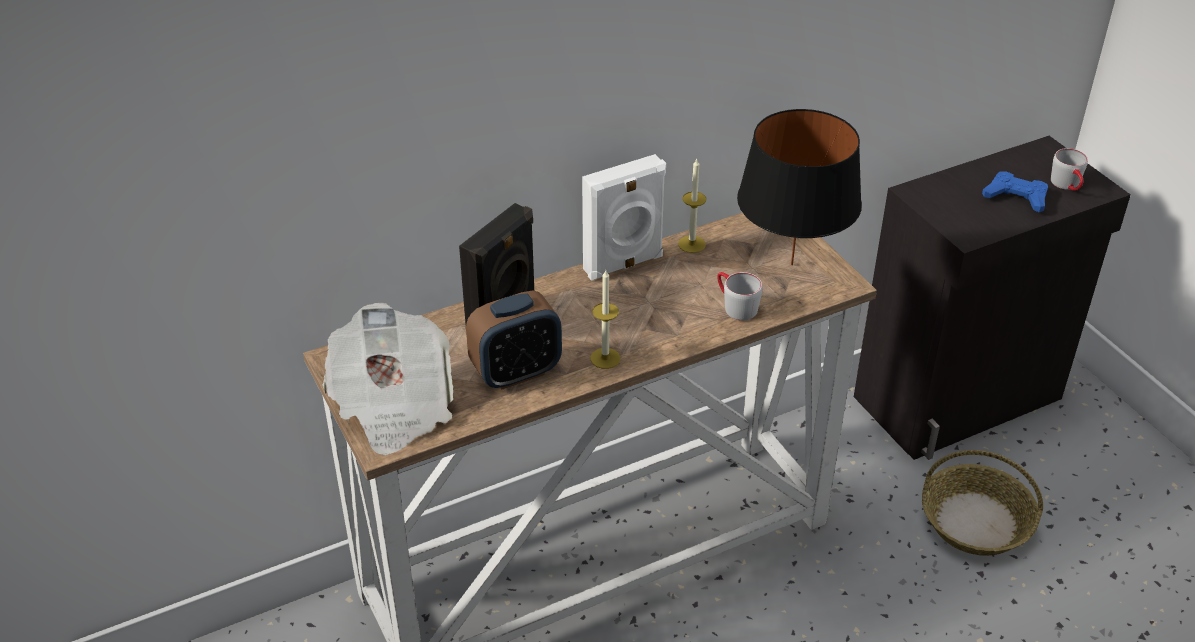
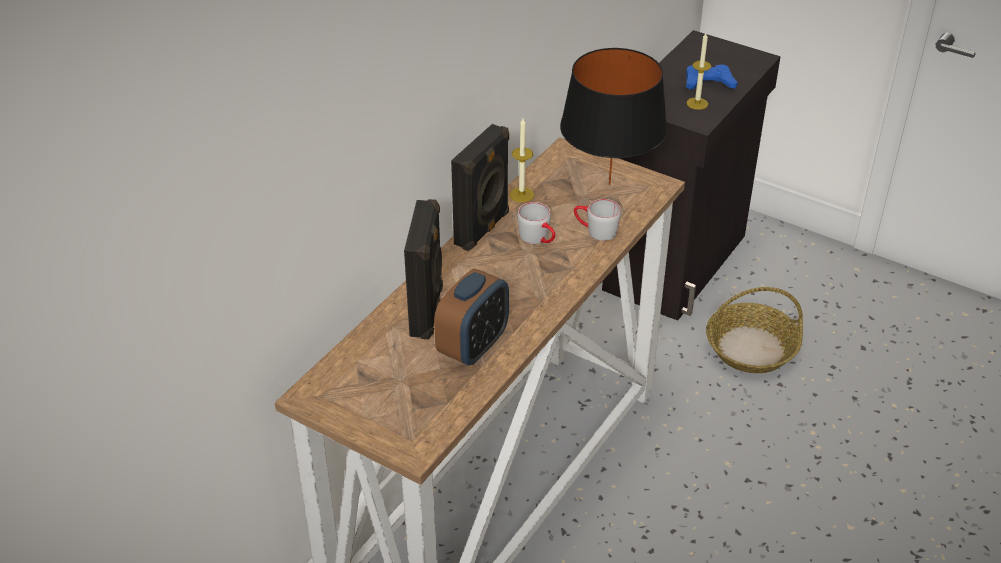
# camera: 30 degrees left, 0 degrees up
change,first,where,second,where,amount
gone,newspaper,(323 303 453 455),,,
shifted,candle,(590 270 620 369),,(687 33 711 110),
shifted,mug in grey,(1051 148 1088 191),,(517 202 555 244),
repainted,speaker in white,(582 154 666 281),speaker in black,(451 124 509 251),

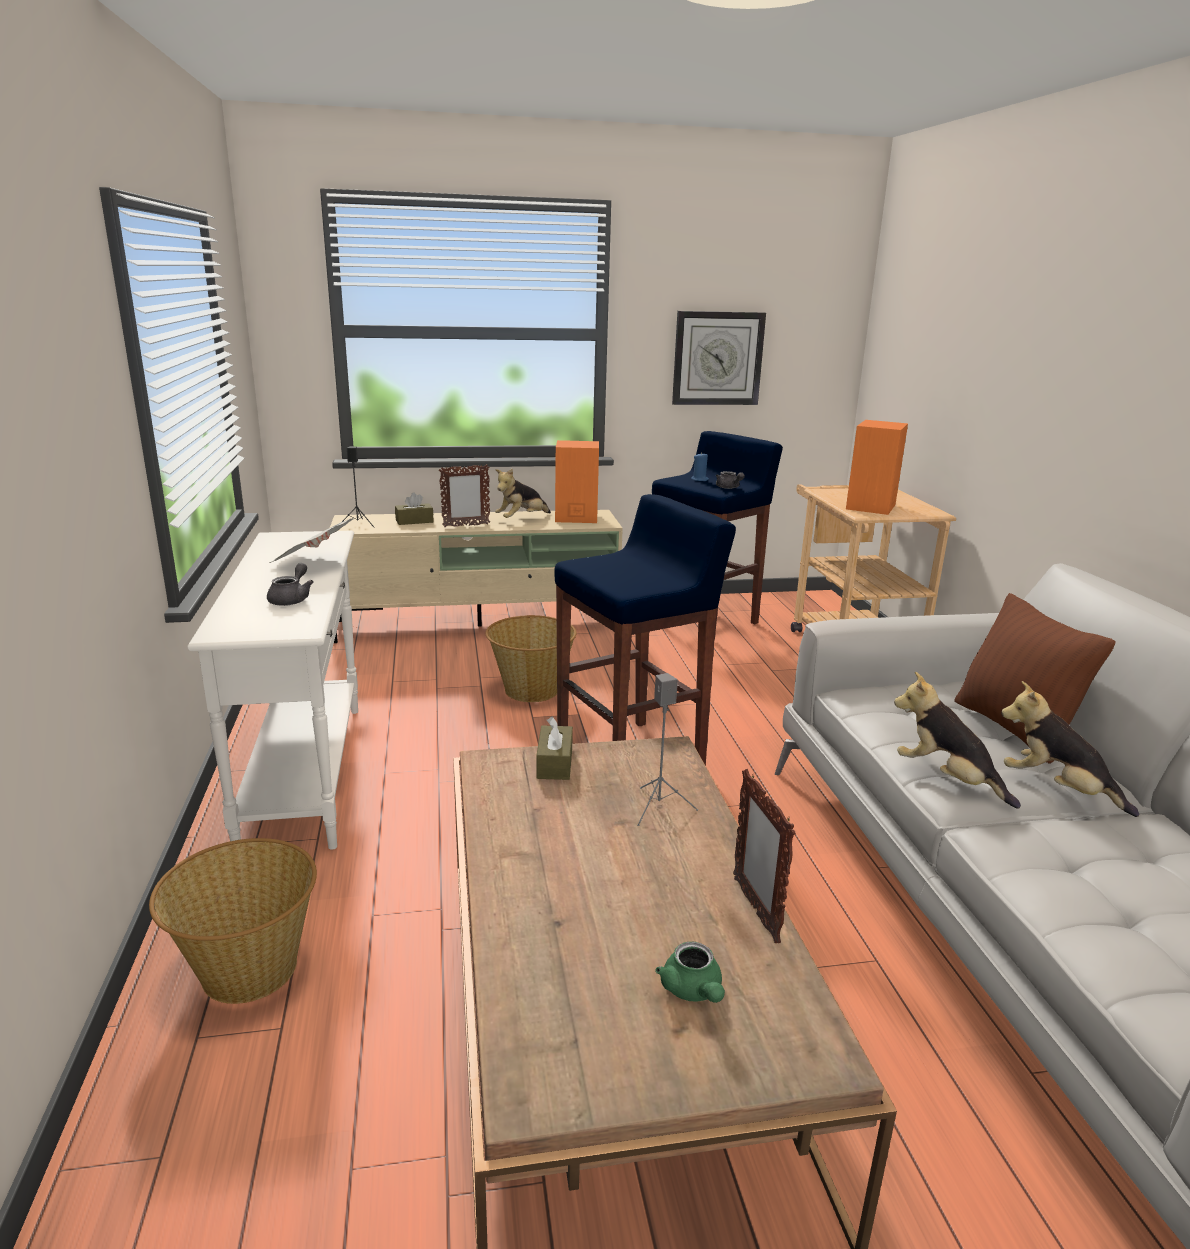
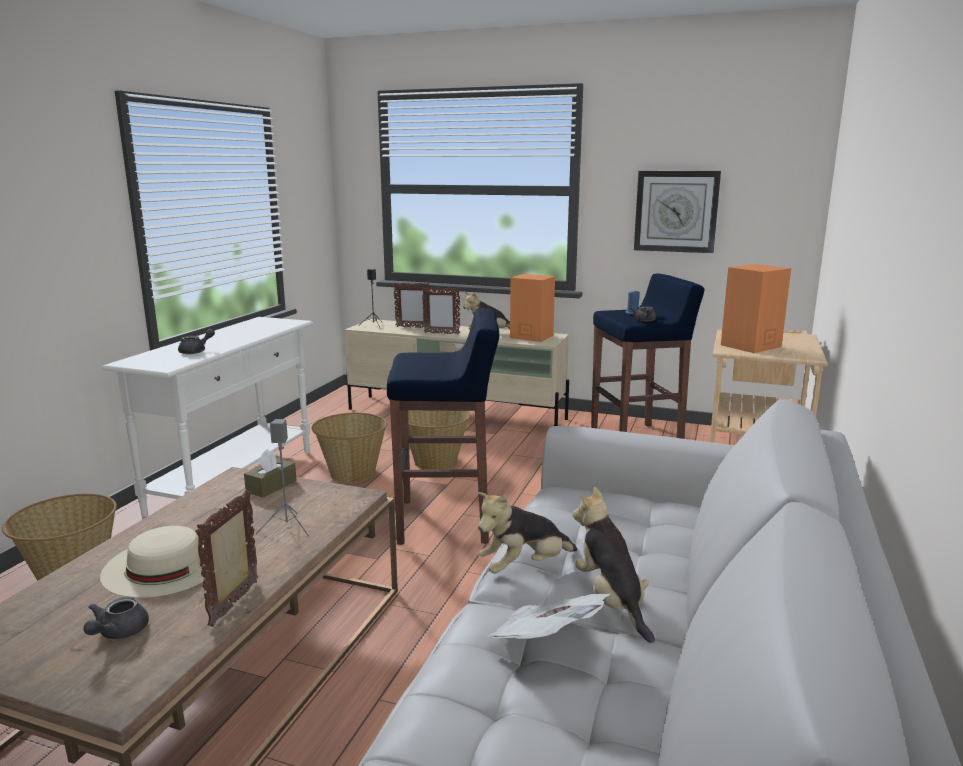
# camera: 30 degrees right, 5 degrees down
change,first,where,second,where,amount
gone,pillow in brown,(954 593 1116 764),,,
new,,,hat in beige,(100 526 207 598),
new,,,basket,(312 413 387 483),
shifted,newspaper,(270 518 354 563),,(488 594 611 639),
swapped,tissue box in brown,(395 492 434 525),picture frame,(393 283 430 328),
repainted,teapot in green,(655 942 725 1003),teapot in grey,(83 597 149 639),
rotated,plush toy,(894 672 1021 809),,(477 492 577 574),105 degrees counterclockwise

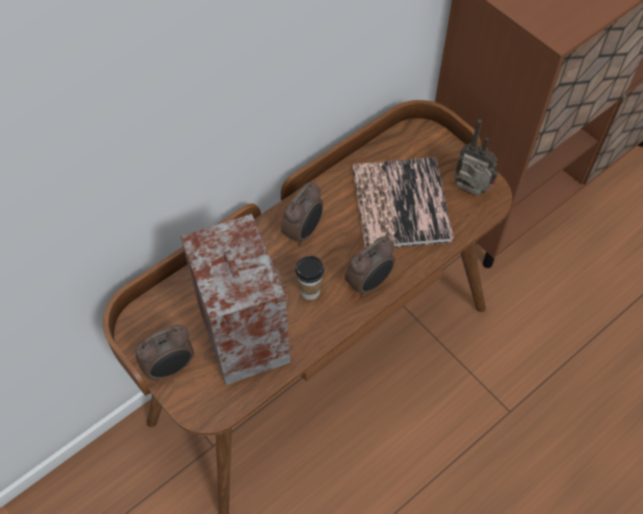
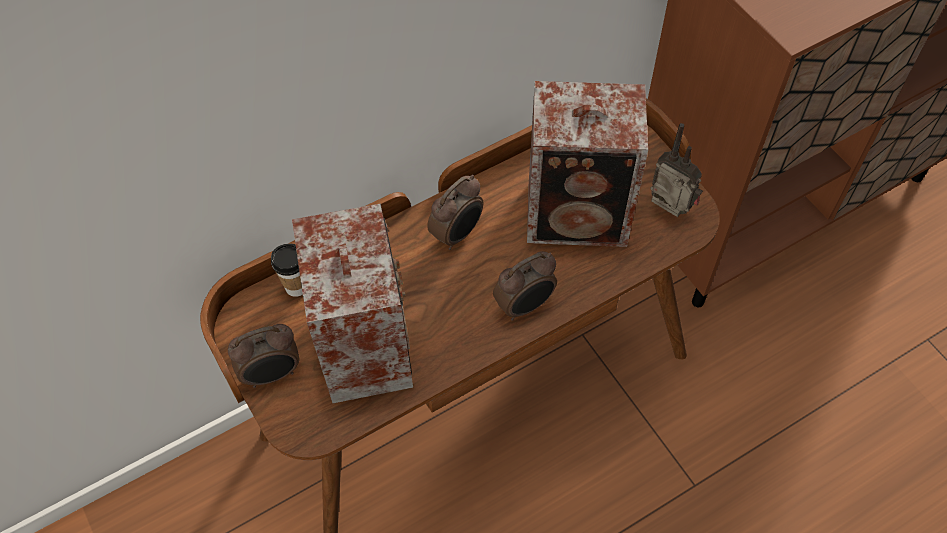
# camera: 10 degrees right, 0 degrees up
change,first,where,second,where,amount
shifted,cup,(295 256 324 300),,(271 243 303 297),
swapped,book,(352 157 454 248),speaker,(527 81 648 247),

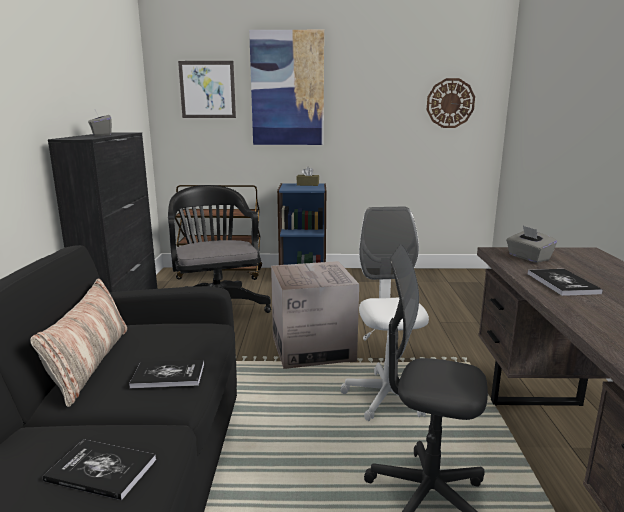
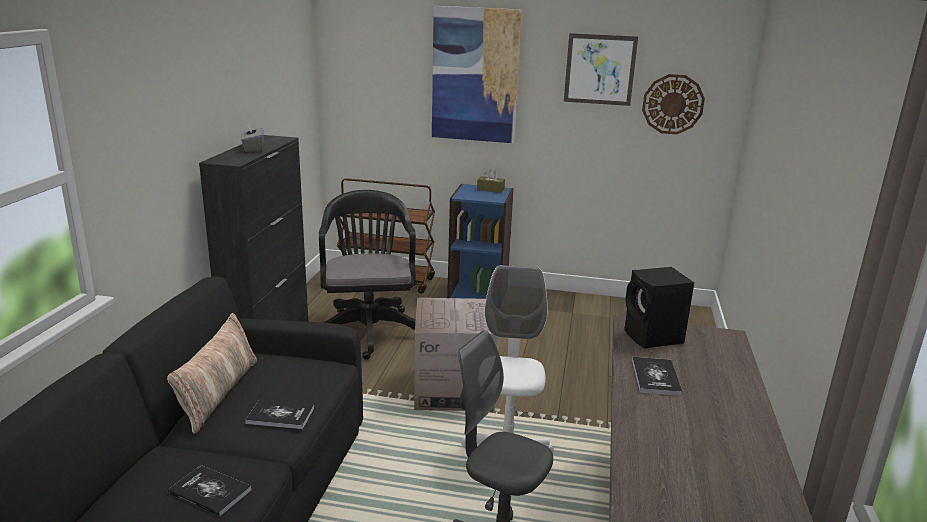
# camera: 10 degrees right, 5 degrees up
change,first,where,second,where,amount
shifted,picture,(178 61 236 118),,(564 33 638 106),
swapped,tissue box in grey,(506 226 557 263),speaker in black,(624 267 694 349),

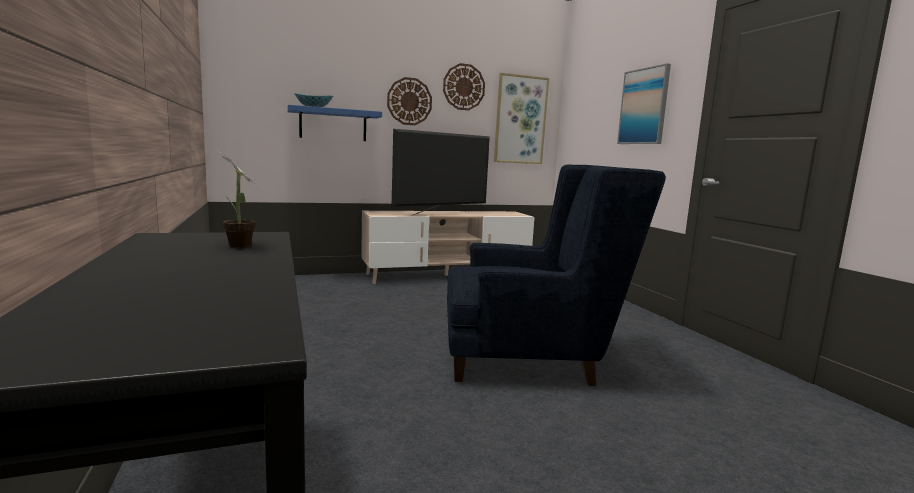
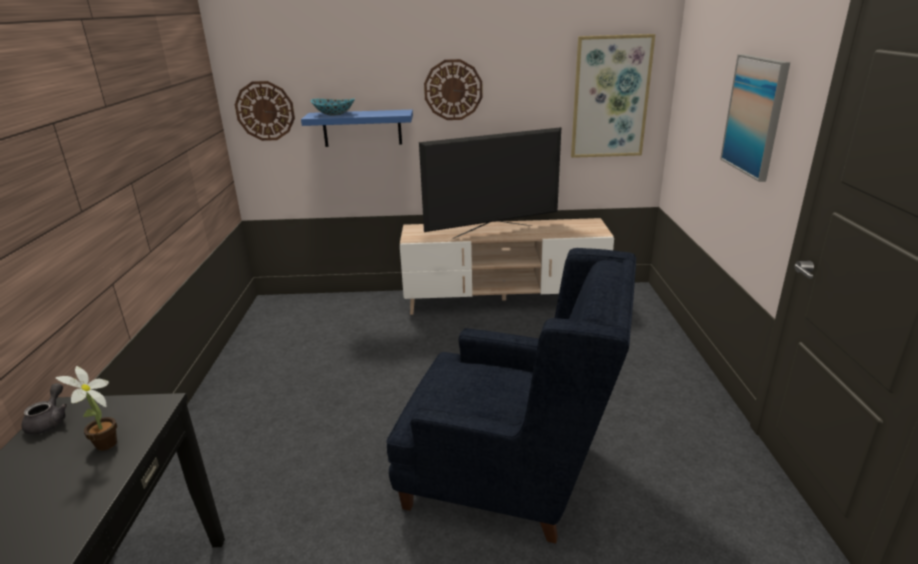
# camera: 20 degrees right, 15 degrees up
change,first,where,second,where,amount
new,,,teapot in grey,(22 383 68 435),
shifted,wall clock,(443 63 485 110),,(235 81 295 141),

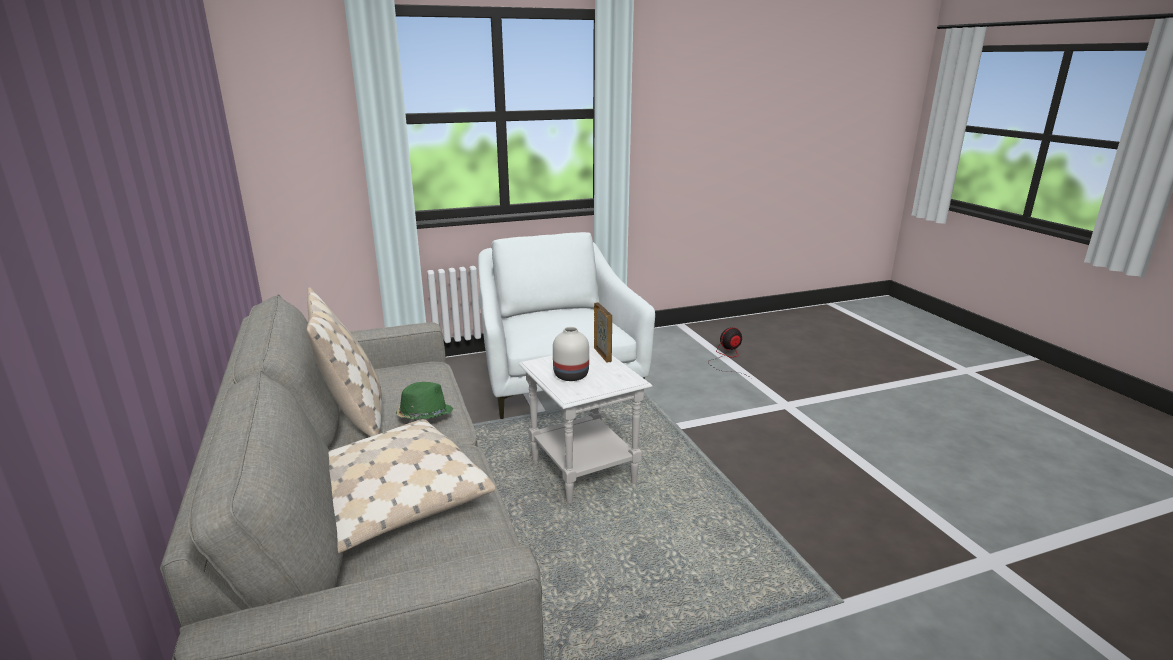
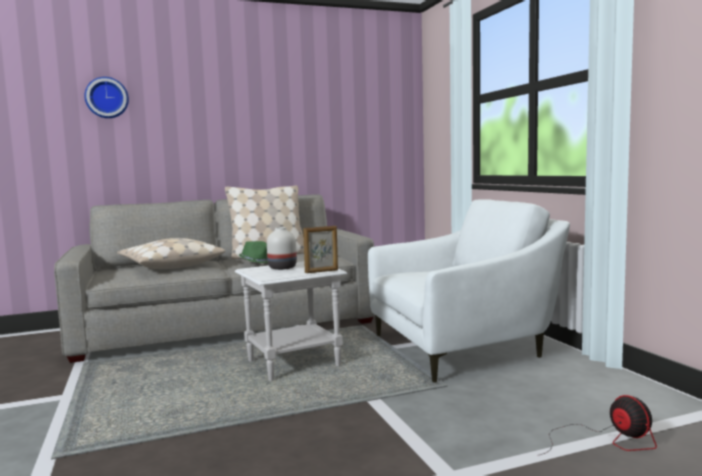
# camera: 90 degrees right, 15 degrees down
change,first,where,second,where,amount
new,,,wall clock,(84 77 129 118),

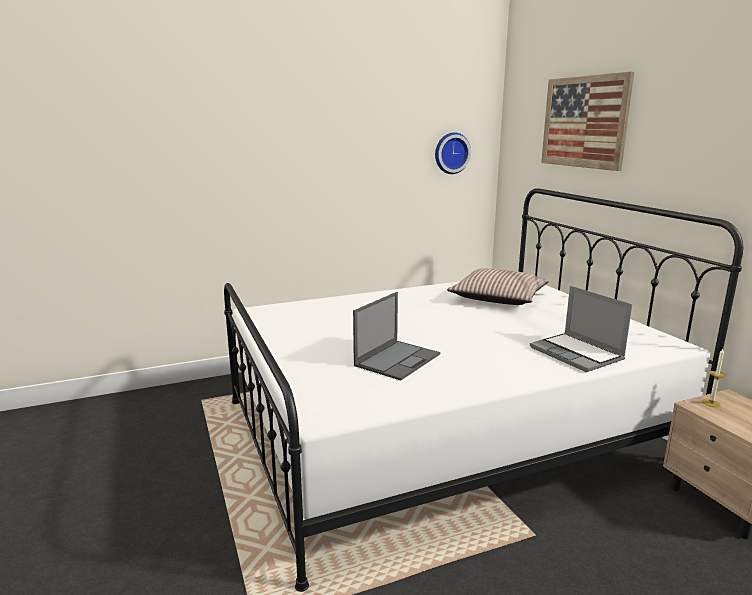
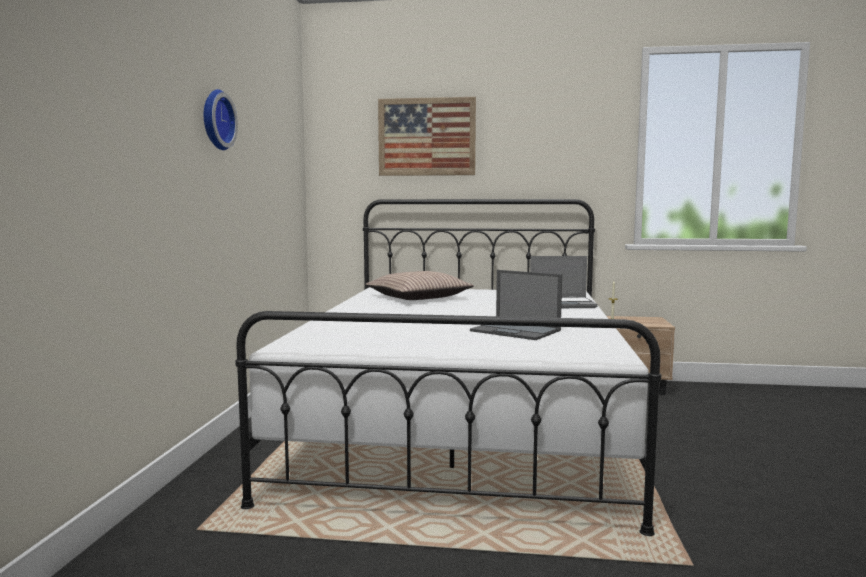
# camera: 60 degrees left, 10 degrees down
change,first,where,second,where,amount
shifted,wall clock,(435 132 471 174),,(204 89 238 150),
rotated,laptop,(353 292 440 380),,(470 270 562 340),150 degrees clockwise

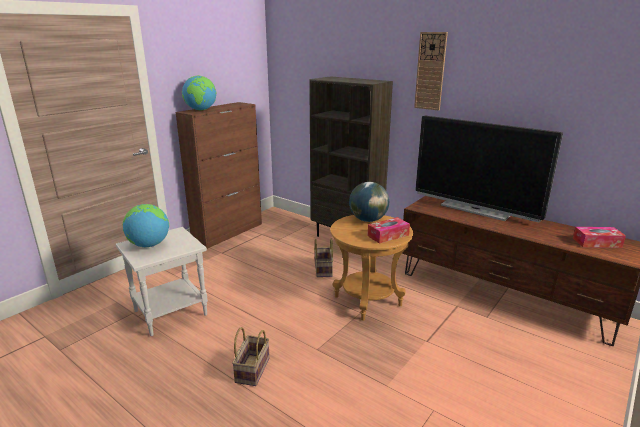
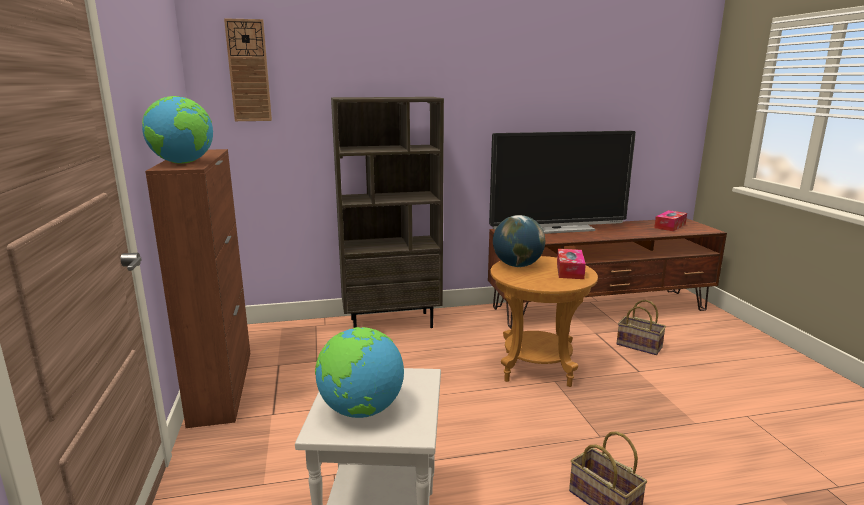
# camera: 50 degrees left, 5 degrees down
change,first,where,second,where,amount
shifted,basket,(314 238 333 277),,(616 300 666 355),
shifted,wall clock,(414 32 448 110),,(224 18 272 121),

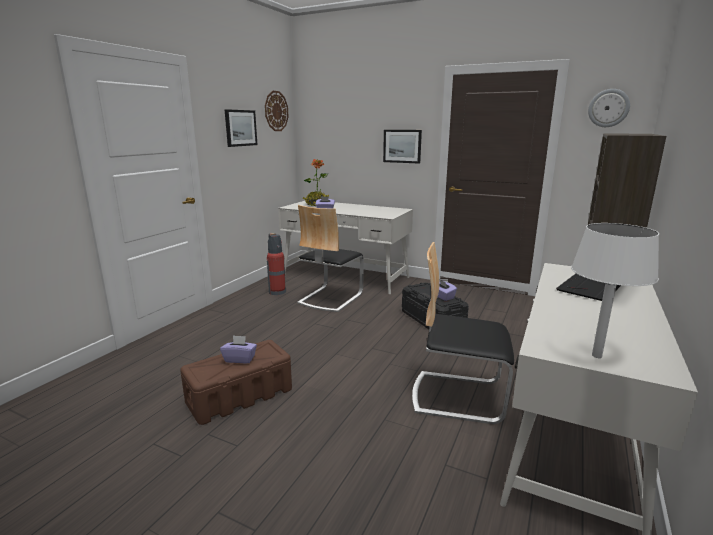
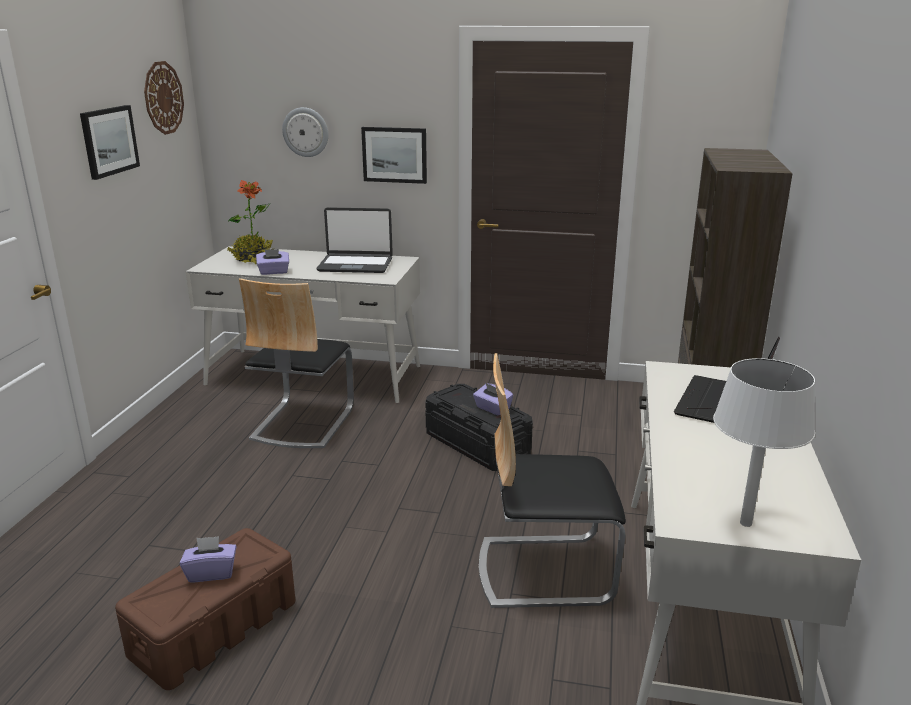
# camera: 15 degrees left, 5 degrees up
change,first,where,second,where,amount
gone,fire extinguisher,(267 233 286 295),,,
new,,,laptop,(316 207 393 273),
shifted,wall clock,(588 89 630 127),,(282 107 328 157),

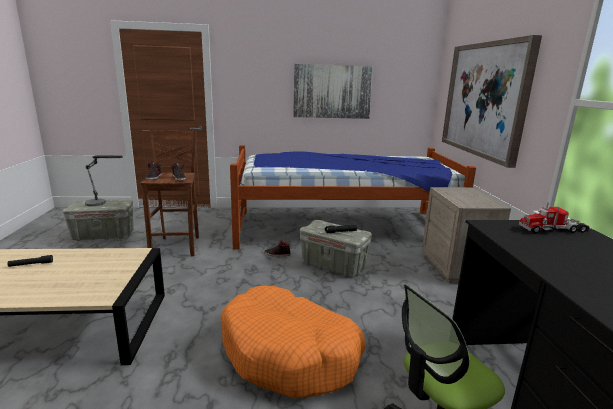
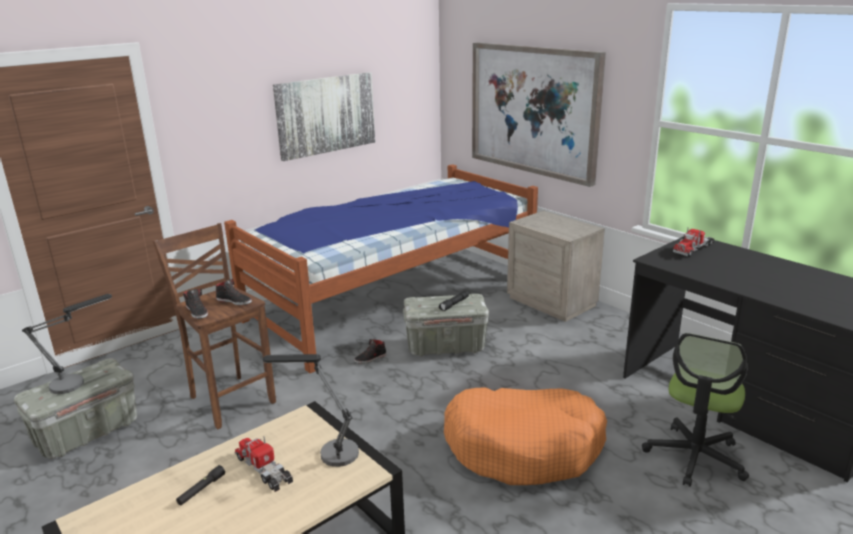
# camera: 35 degrees left, 5 degrees up
change,first,where,second,where,amount
new,,,toy truck,(235 436 293 492),
new,,,table lamp,(263 354 359 467),

